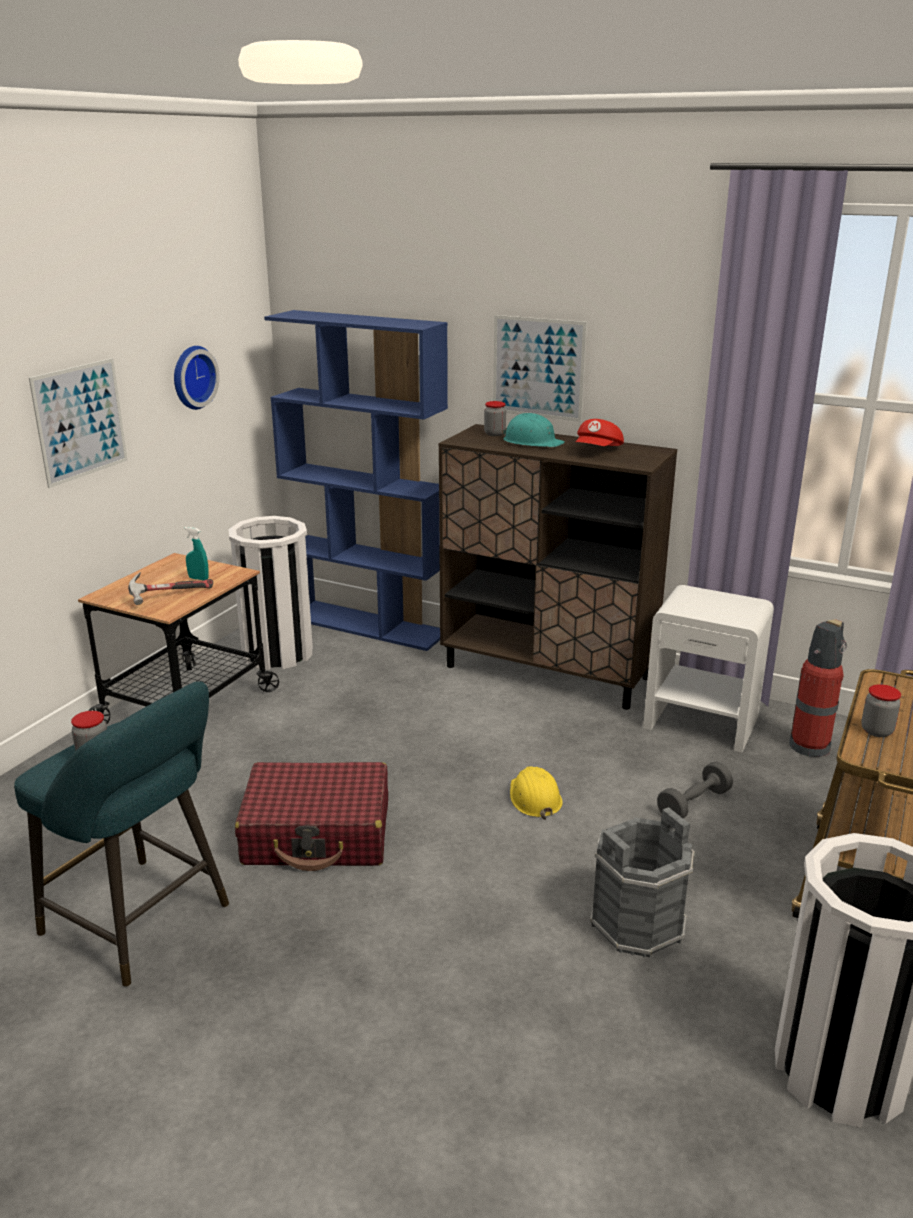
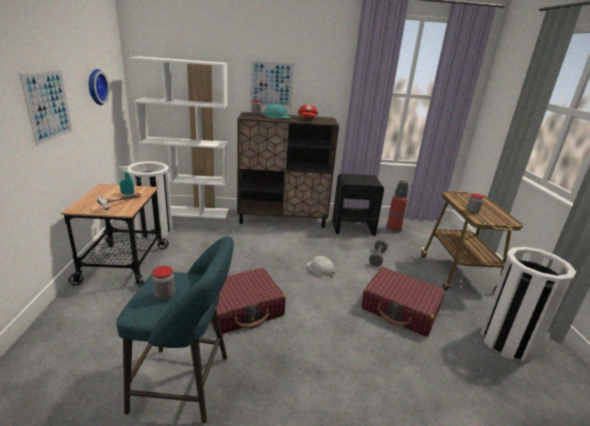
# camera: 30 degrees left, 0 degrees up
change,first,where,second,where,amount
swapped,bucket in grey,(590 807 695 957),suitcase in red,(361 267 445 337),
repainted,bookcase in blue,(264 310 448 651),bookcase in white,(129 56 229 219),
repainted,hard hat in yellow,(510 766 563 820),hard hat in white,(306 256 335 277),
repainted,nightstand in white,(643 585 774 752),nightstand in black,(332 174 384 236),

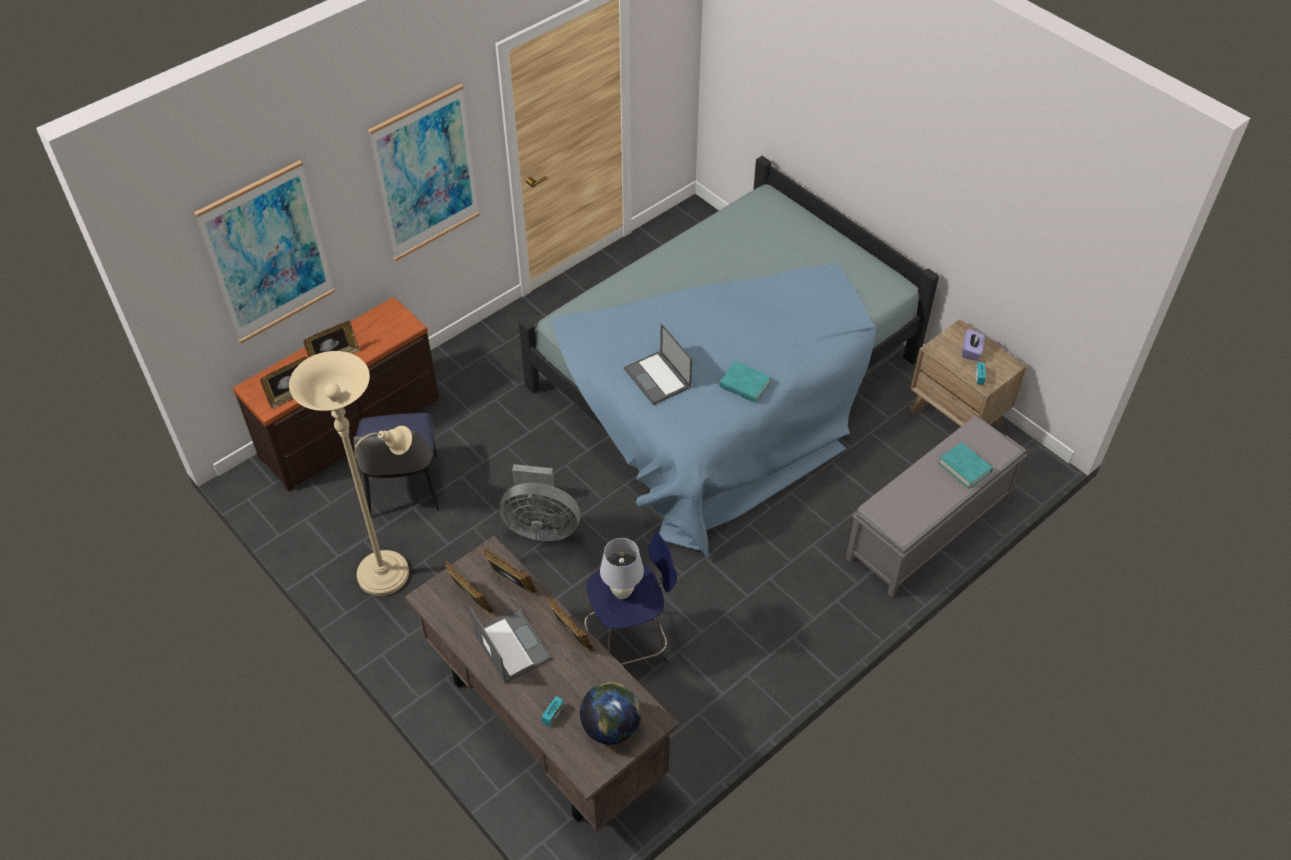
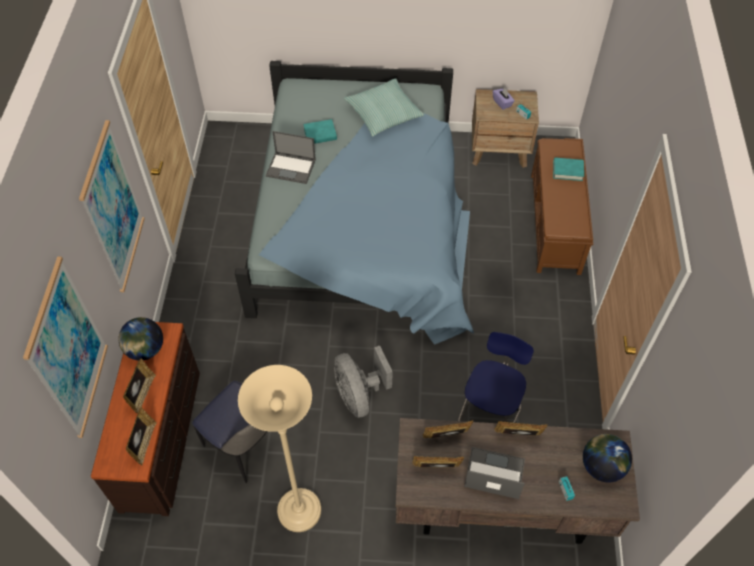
# camera: 45 degrees left, 5 degrees up
change,first,where,second,where,amount
gone,table lamp in white,(600 538 644 599),,,
new,,,globe,(118 317 163 361),
new,,,pillow,(344 78 424 137),
shifted,laptop,(624 323 692 405),,(266 131 316 184),
shifted,book in turquoise,(719 361 771 403),,(303 119 337 144),
repainted,bench in grey,(846 417 1027 597),bench in brown,(531 138 593 275),
rotated,fan in grey,(499 464 580 541),,(334 346 393 418),105 degrees clockwise

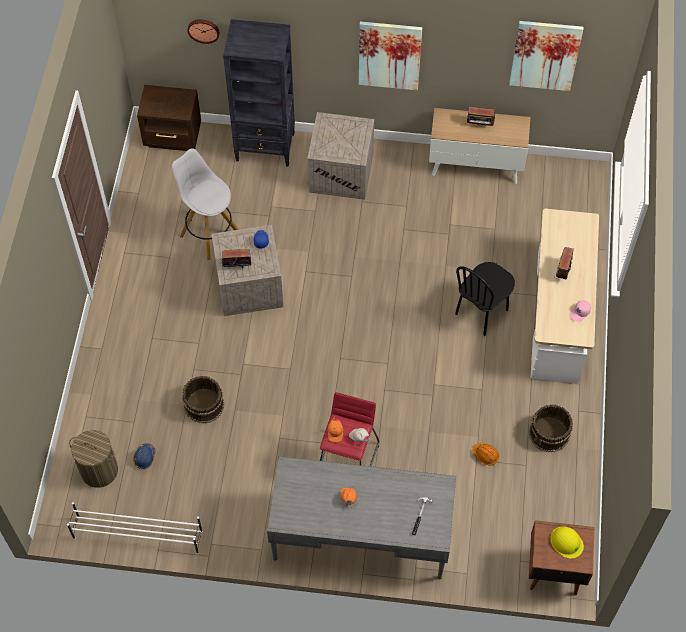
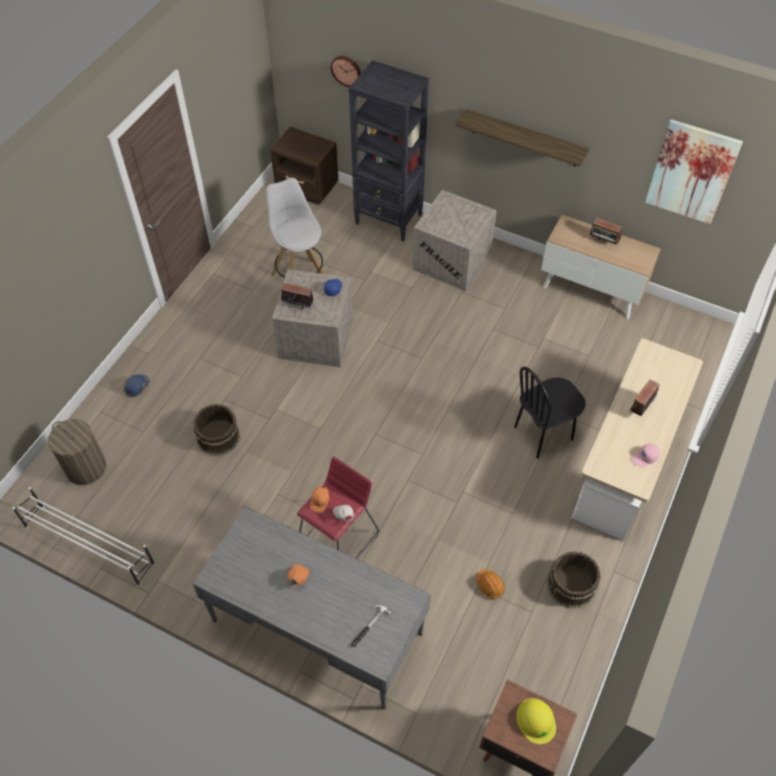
# camera: 20 degrees right, 5 degrees down
change,first,where,second,where,amount
shifted,hard hat in blue,(133 443 155 469),,(123 375 150 397),
swapped,picture,(359 22 422 90),shelf,(455 109 589 167),

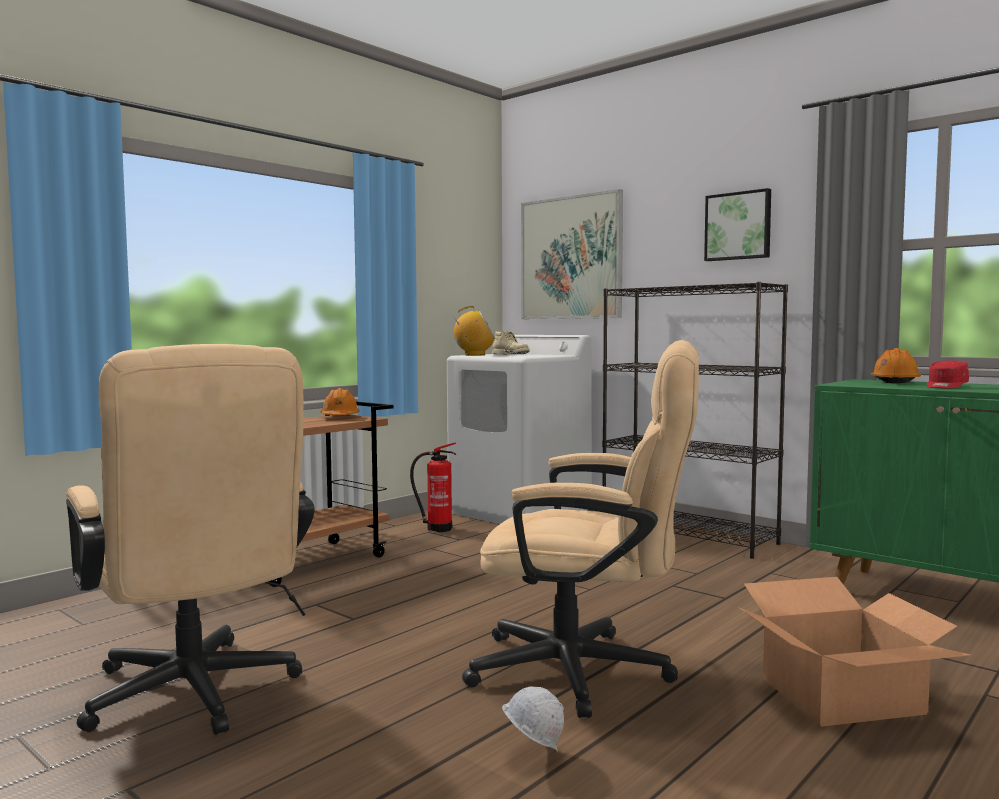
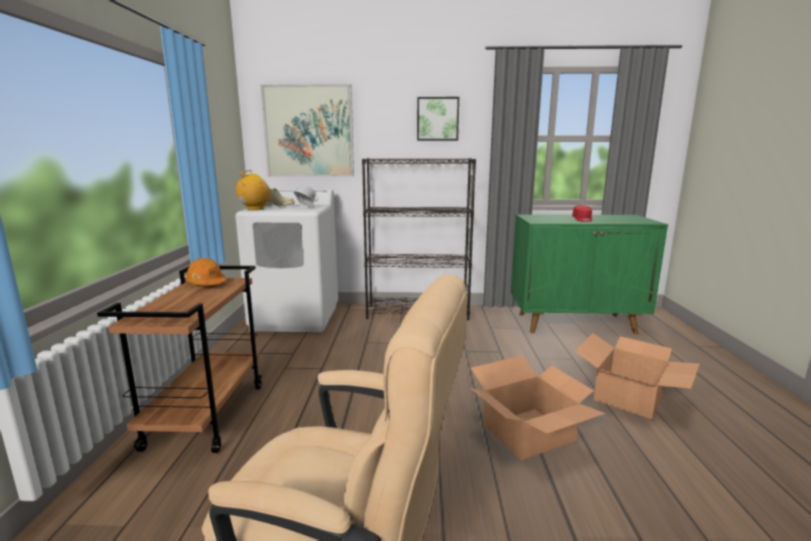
# camera: 40 degrees left, 10 degrees up
change,first,where,second,where,amount
gone,fire extinguisher,(410 442 456 532),,,
gone,hard hat in orange,(871 348 921 384),,,
shifted,hard hat in white,(502 687 564 752),,(294 185 315 208),
swapped,office chair in beige,(462 340 699 718),cardboard box,(470 356 605 460),

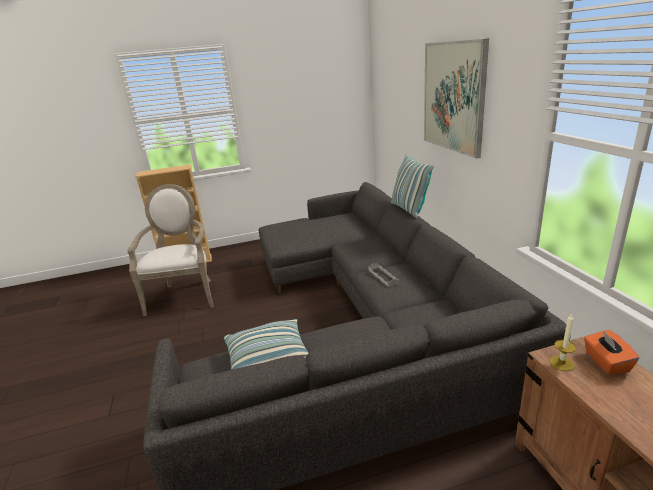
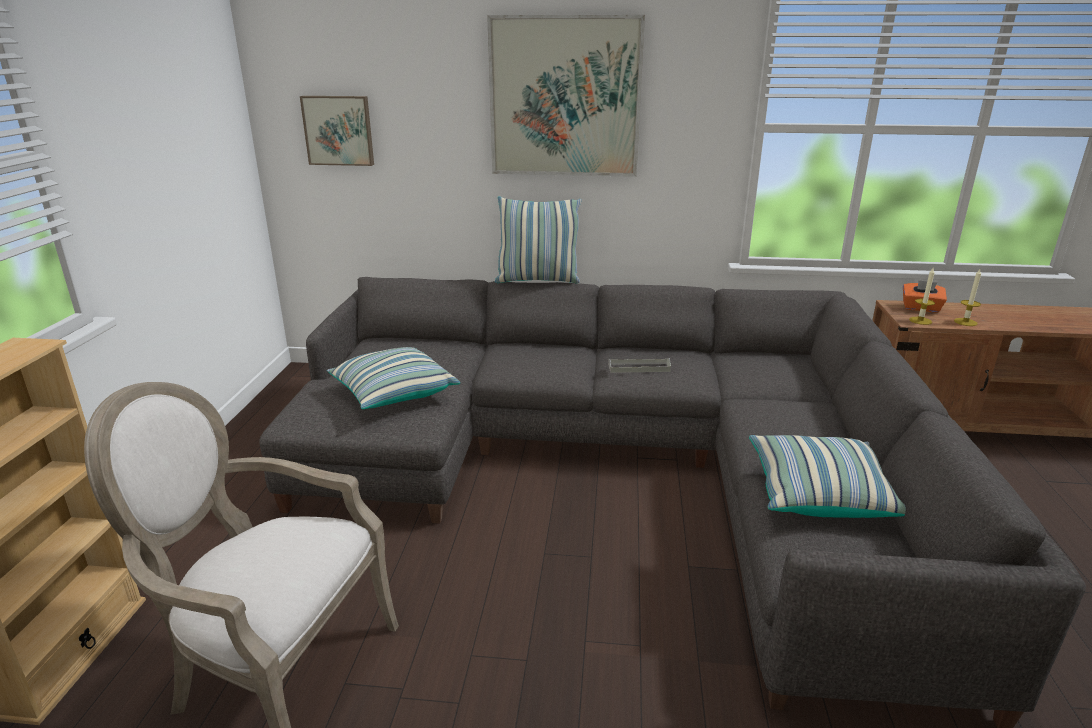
# camera: 70 degrees left, 0 degrees up
change,first,where,second,where,amount
new,,,picture,(300 96 374 166),
new,,,pillow,(327 347 460 409),
new,,,candle,(954 269 981 326),

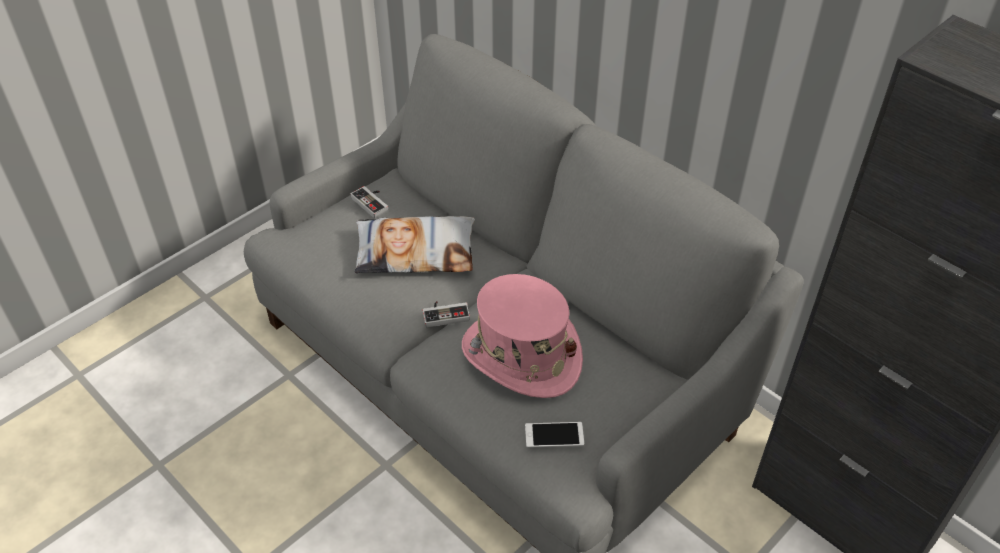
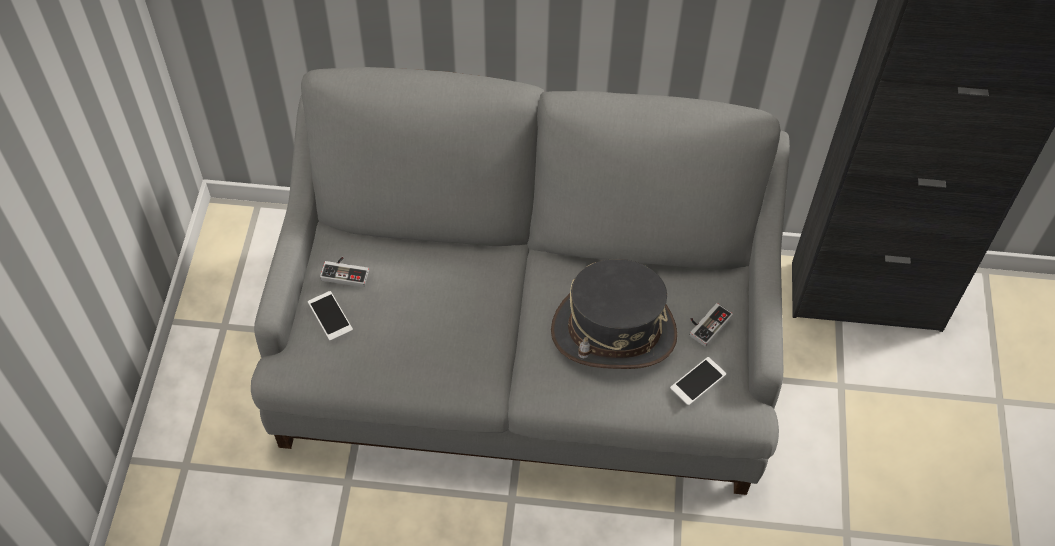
# camera: 40 degrees left, 10 degrees up
change,first,where,second,where,amount
gone,pillow,(354 216 475 273),,,
new,,,phone,(308 291 353 341),
shifted,game controller,(423 301 470 327),,(690 303 733 347),
repainted,hat in pink,(462 274 583 398),hat in grey,(551 259 677 369),

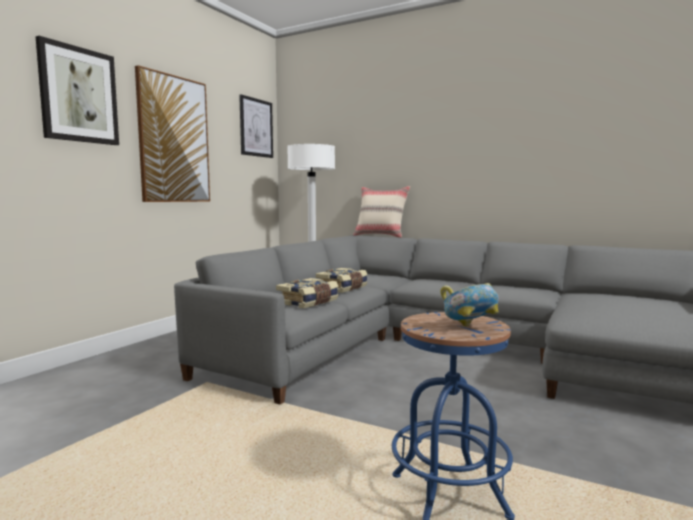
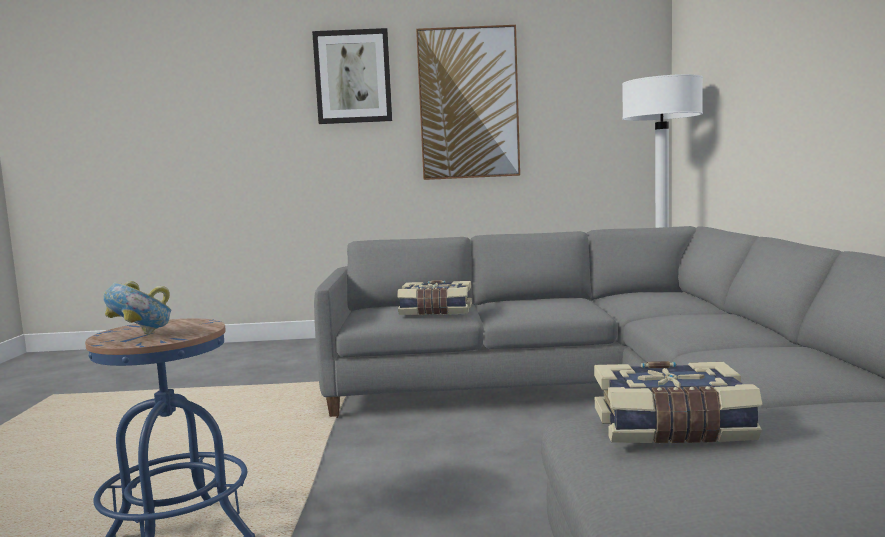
# camera: 60 degrees right, 0 degrees up
change,first,where,second,where,amount
gone,picture,(239 94 273 158),,,
gone,pillow in beige,(353 186 410 238),,,
shifted,book,(316 268 368 293),,(594 361 762 443),

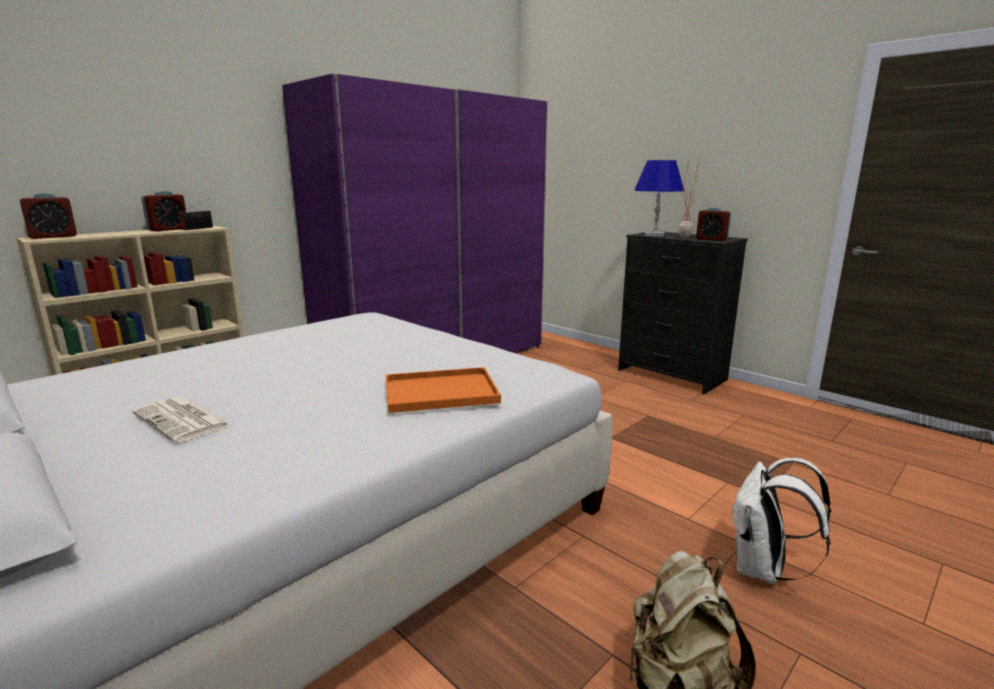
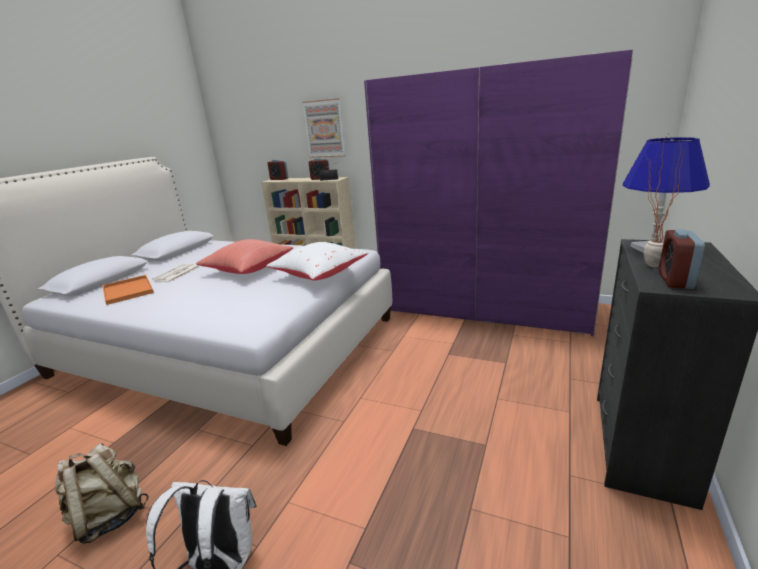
# camera: 70 degrees right, 5 degrees up
change,first,where,second,where,amount
new,,,pillow in red,(196 239 293 274),
new,,,pillow in white,(266 242 368 281),
new,,,picture,(302 98 345 158),
shifted,tray in orange,(386 367 501 413),,(103 275 154 305),

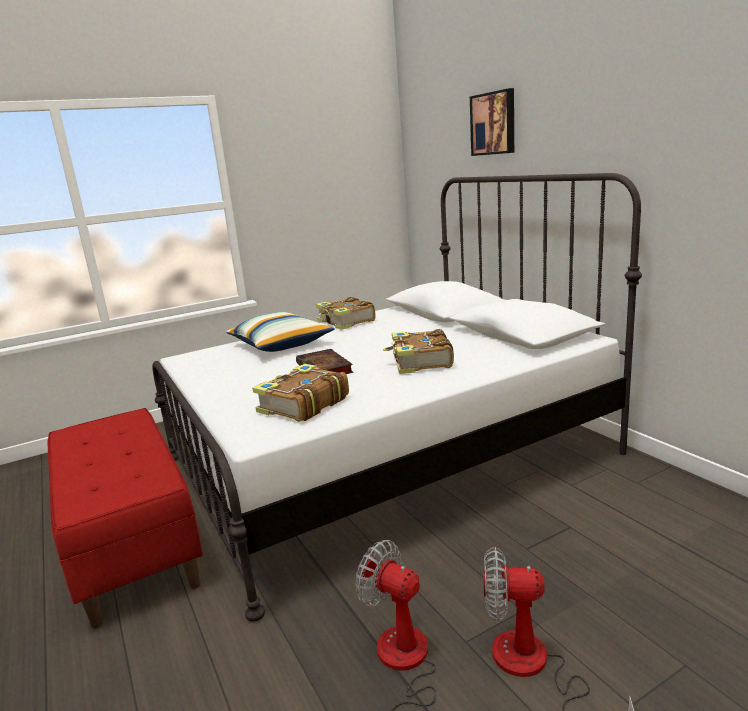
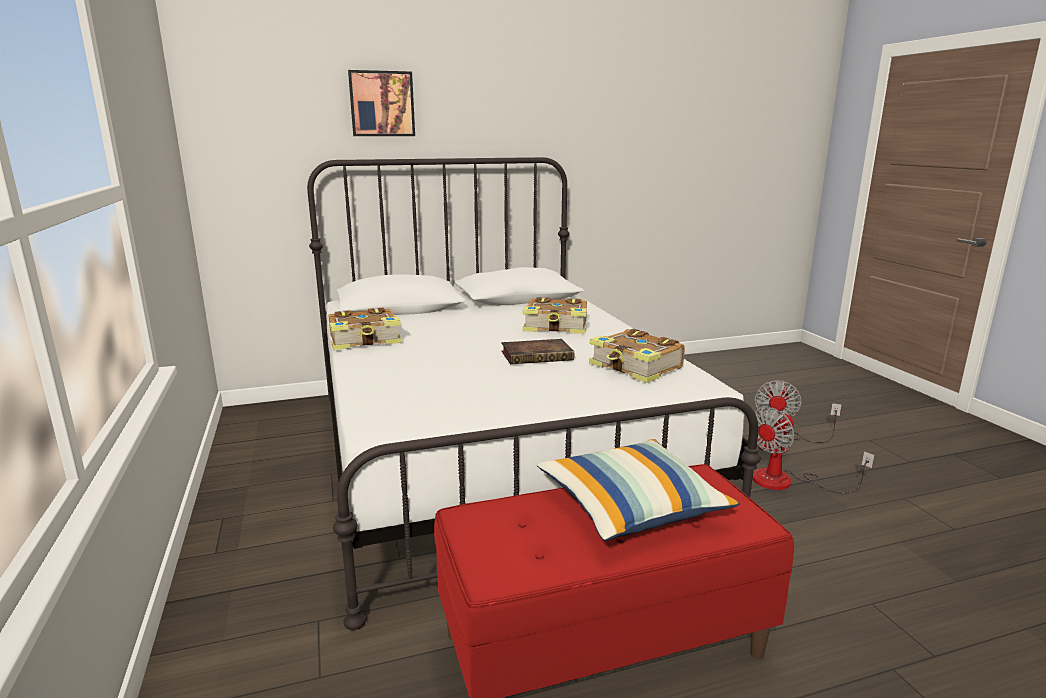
# camera: 80 degrees left, 0 degrees up
change,first,where,second,where,amount
shifted,pillow,(226 312 335 352),,(537 439 740 541),

